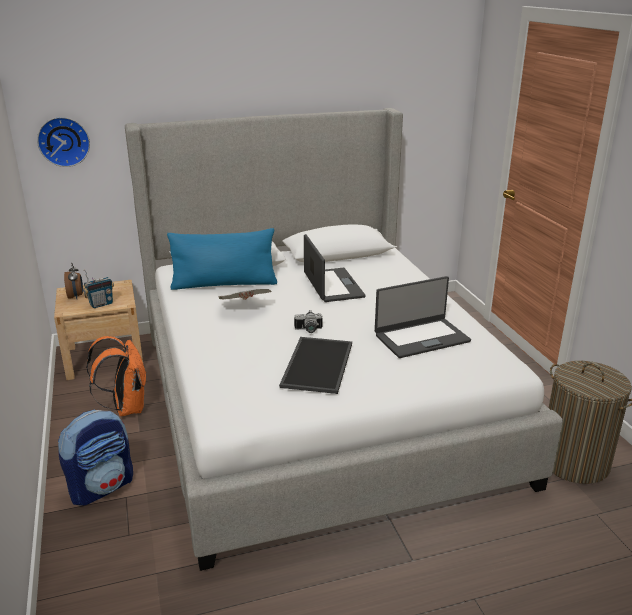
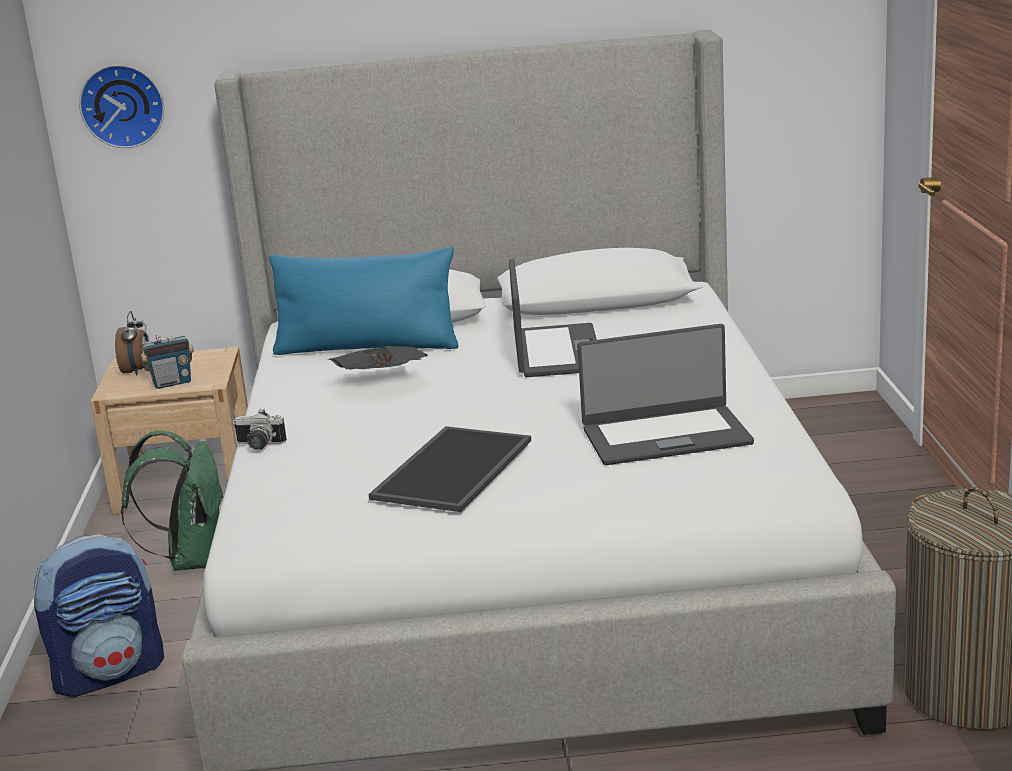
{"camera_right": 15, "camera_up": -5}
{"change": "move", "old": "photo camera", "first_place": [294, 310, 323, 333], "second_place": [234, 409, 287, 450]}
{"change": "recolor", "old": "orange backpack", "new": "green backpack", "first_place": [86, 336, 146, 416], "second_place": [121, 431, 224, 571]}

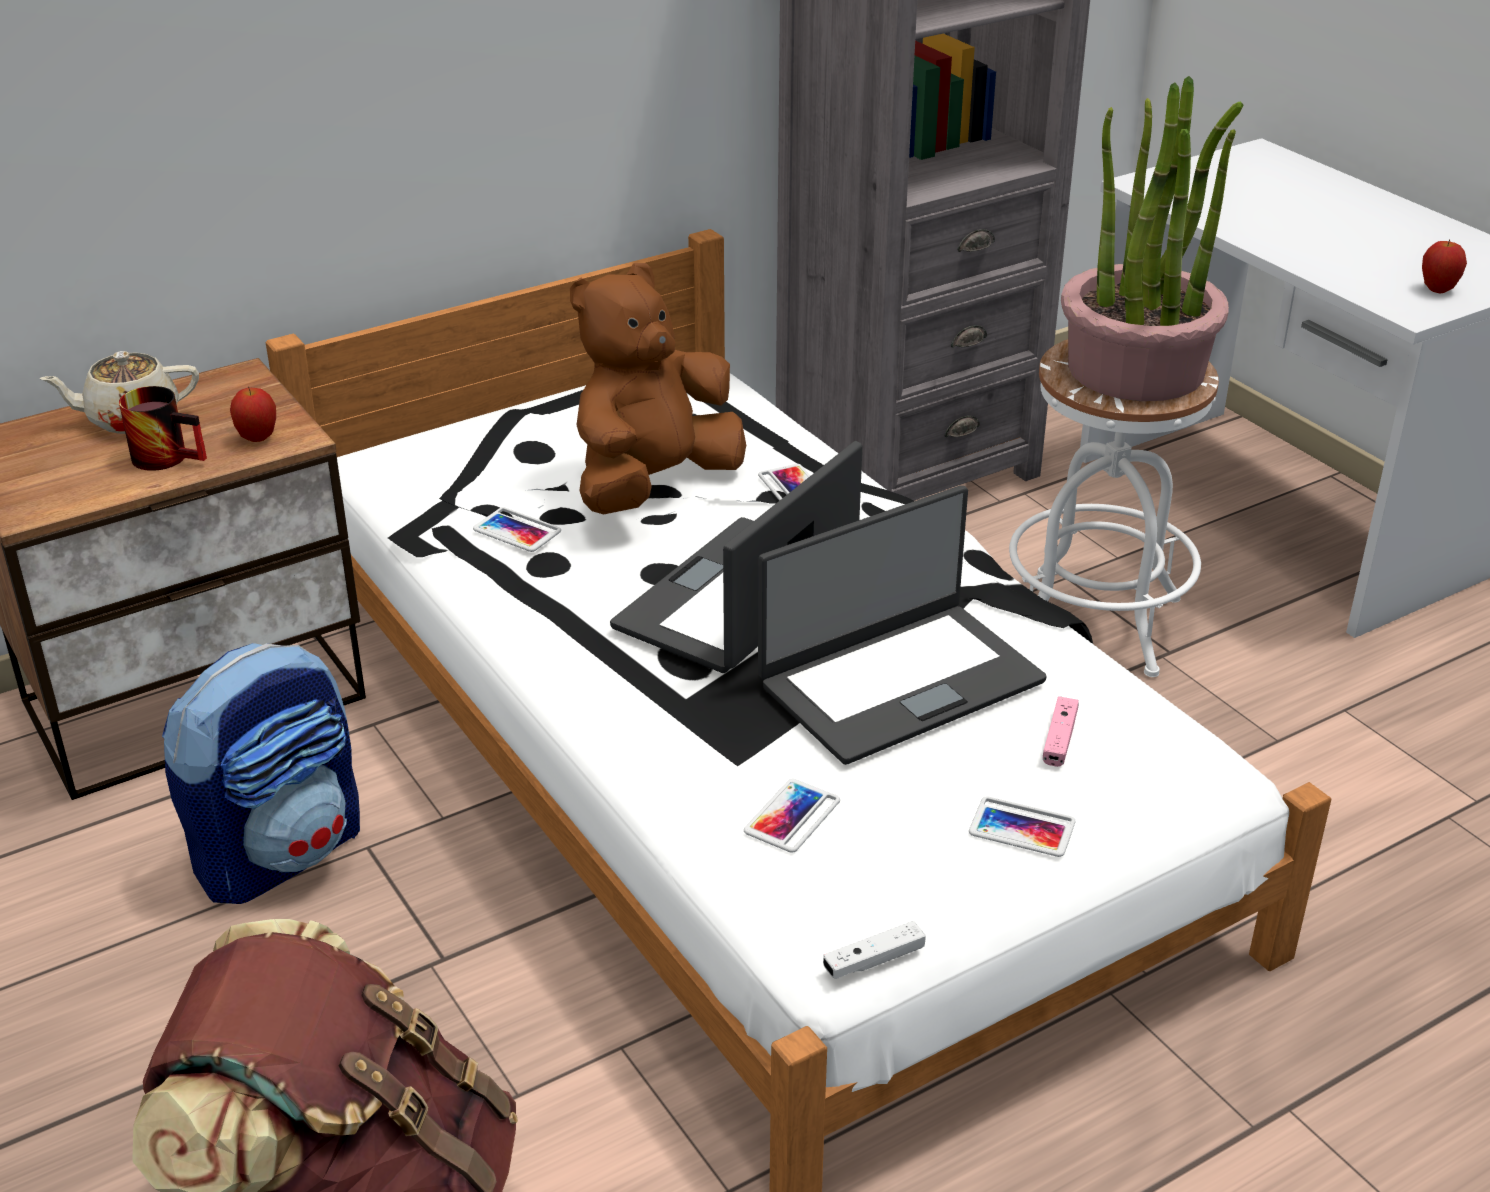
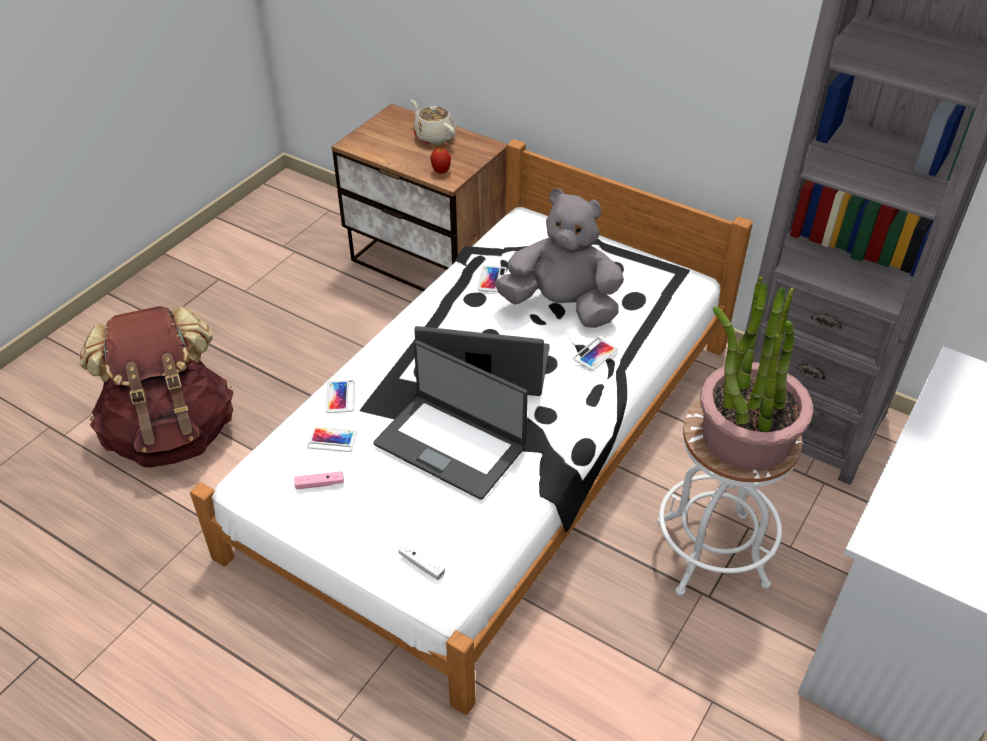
{"camera_right": 65, "camera_up": 10}
{"change": "delete", "old": "apple", "first_place": [1422, 240, 1467, 293]}
{"change": "recolor", "old": "brown plush toy", "new": "grey plush toy", "first_place": [570, 263, 746, 514], "second_place": [495, 188, 624, 328]}
{"change": "delete", "old": "mug", "first_place": [119, 386, 207, 471]}
{"change": "delete", "old": "backpack", "first_place": [162, 643, 360, 904]}
{"change": "move", "old": "pink game controller", "first_place": [1043, 696, 1079, 767], "second_place": [294, 471, 344, 489]}
{"change": "move", "old": "phone", "first_place": [969, 796, 1076, 857], "second_place": [326, 379, 355, 413]}
{"change": "move", "old": "white game controller", "first_place": [823, 921, 926, 979], "second_place": [398, 542, 445, 580]}

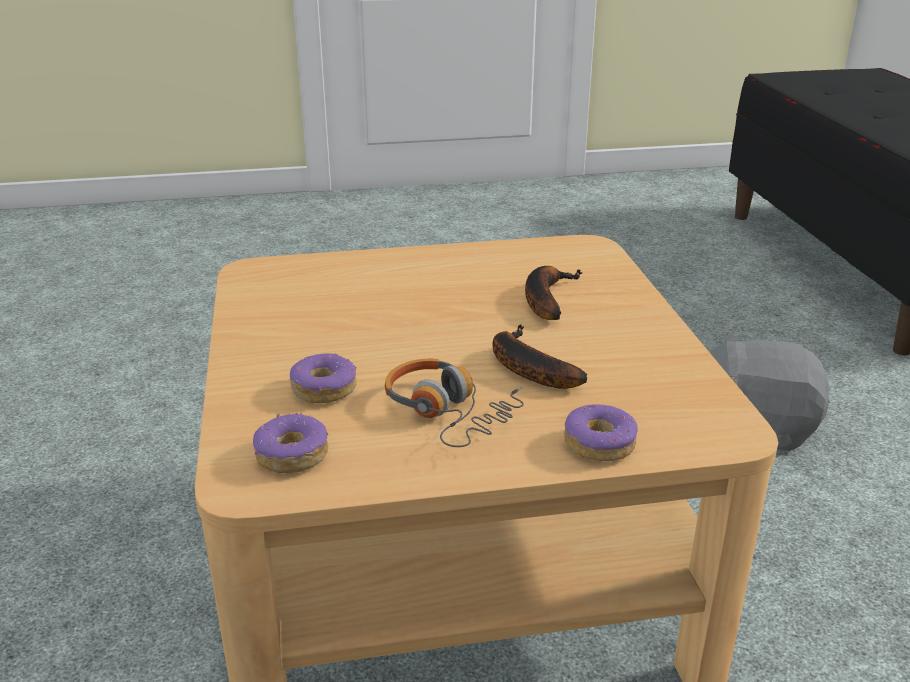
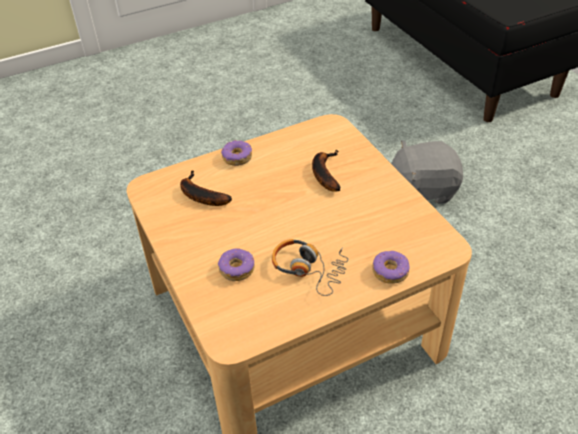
{"camera_right": -15, "camera_up": 15}
{"change": "move", "old": "banana", "first_place": [493, 325, 587, 389], "second_place": [180, 170, 232, 206]}
{"change": "move", "old": "donut", "first_place": [253, 413, 328, 473], "second_place": [221, 140, 252, 166]}

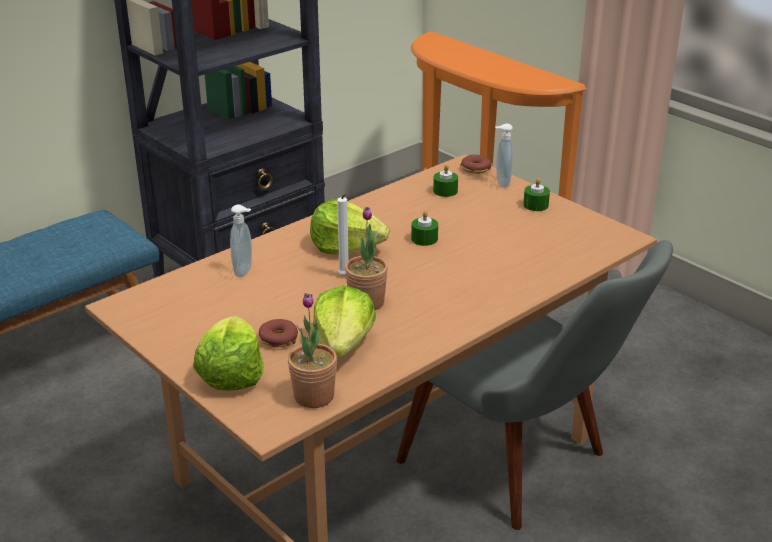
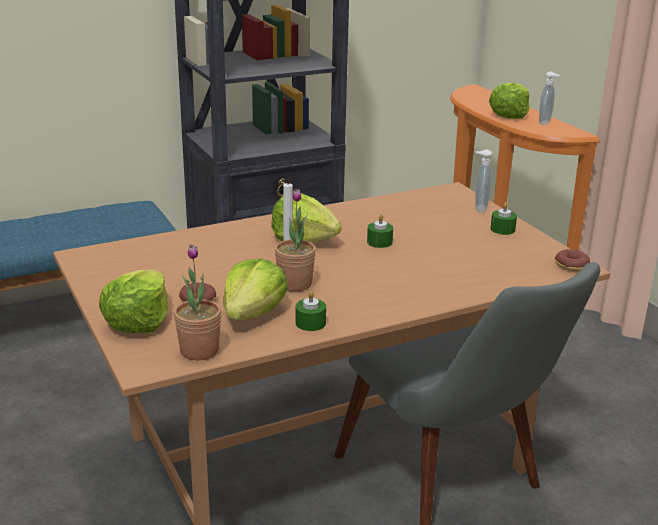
{"camera_right": 15, "camera_up": -5}
{"change": "move", "old": "donut", "first_place": [461, 155, 491, 174], "second_place": [555, 249, 590, 271]}
{"change": "move", "old": "green candle", "first_place": [433, 164, 458, 197], "second_place": [296, 291, 326, 331]}
{"change": "move", "old": "soap dispenser", "first_place": [230, 204, 252, 277], "second_place": [539, 71, 560, 125]}
{"change": "insert", "new": "lettuce", "second_place": [489, 83, 530, 119]}

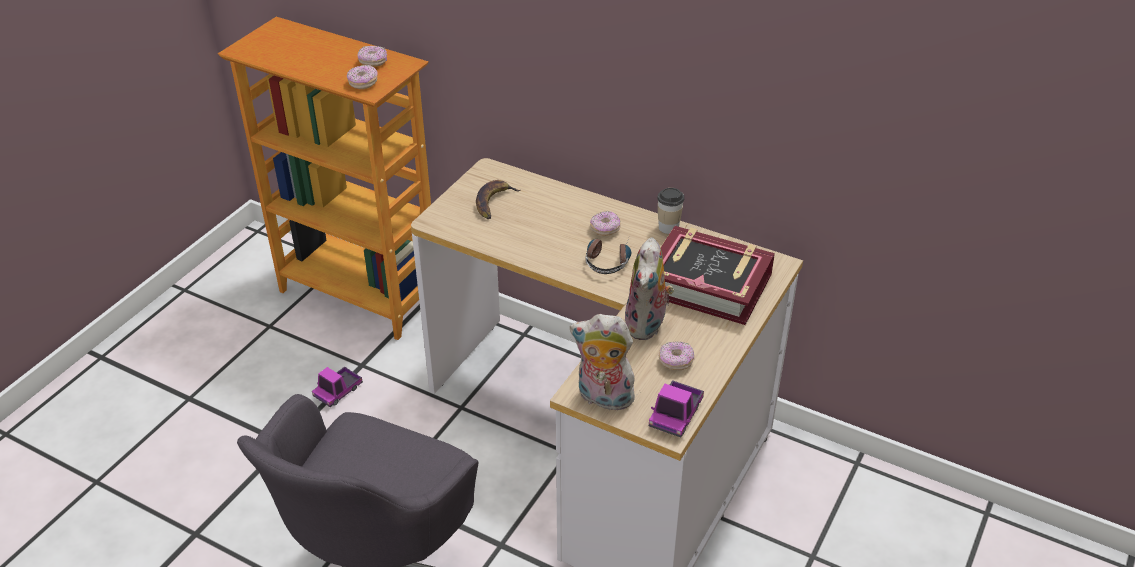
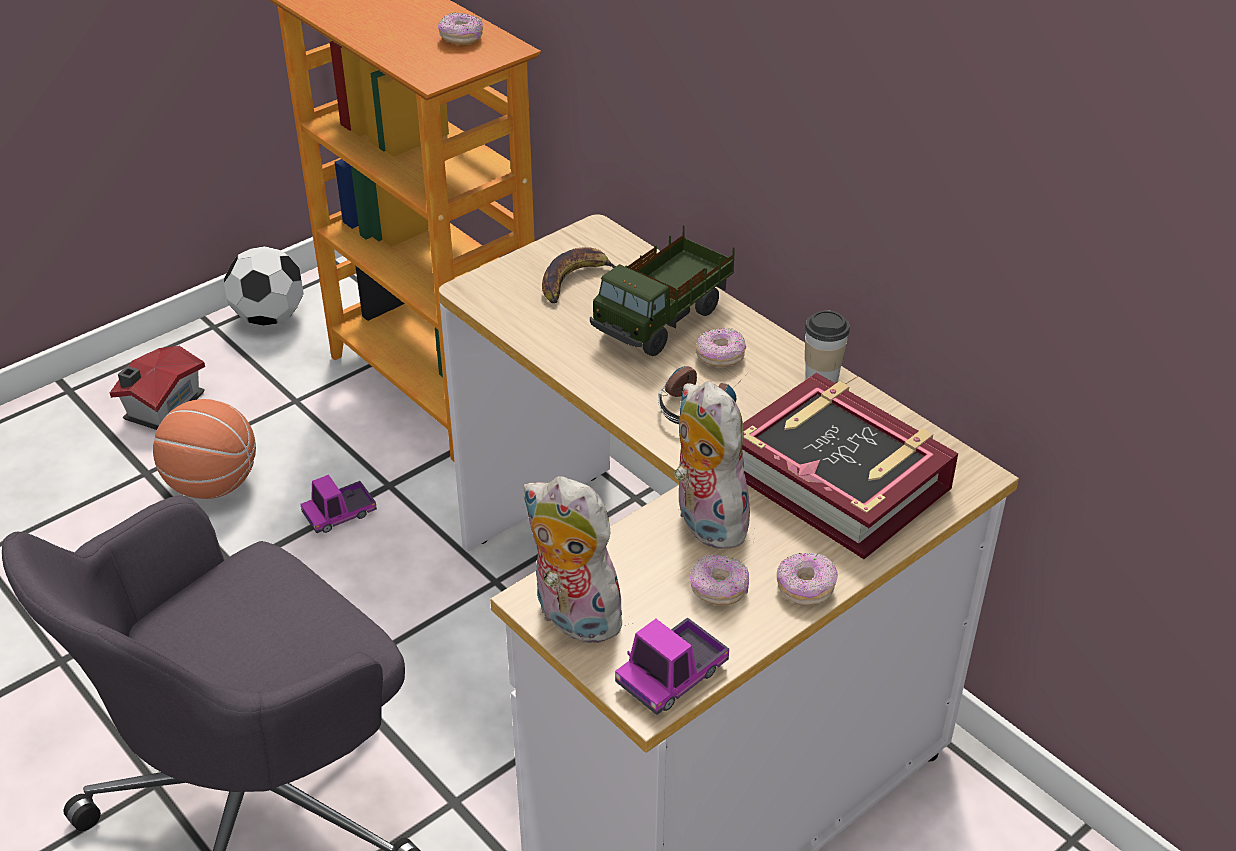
{"camera_right": 20, "camera_up": 0}
{"change": "move", "old": "donut", "first_place": [347, 65, 378, 89], "second_place": [777, 553, 838, 606]}
{"change": "rotate", "old": "plush toy", "first_place": [625, 237, 674, 340], "second_place": [674, 381, 750, 549], "degrees": 120}
{"change": "insert", "new": "toy truck", "second_place": [590, 225, 735, 356]}
{"change": "insert", "new": "football", "second_place": [224, 246, 304, 326]}
{"change": "insert", "new": "toy house", "second_place": [110, 346, 205, 430]}
{"change": "insert", "new": "basketball", "second_place": [153, 399, 256, 499]}

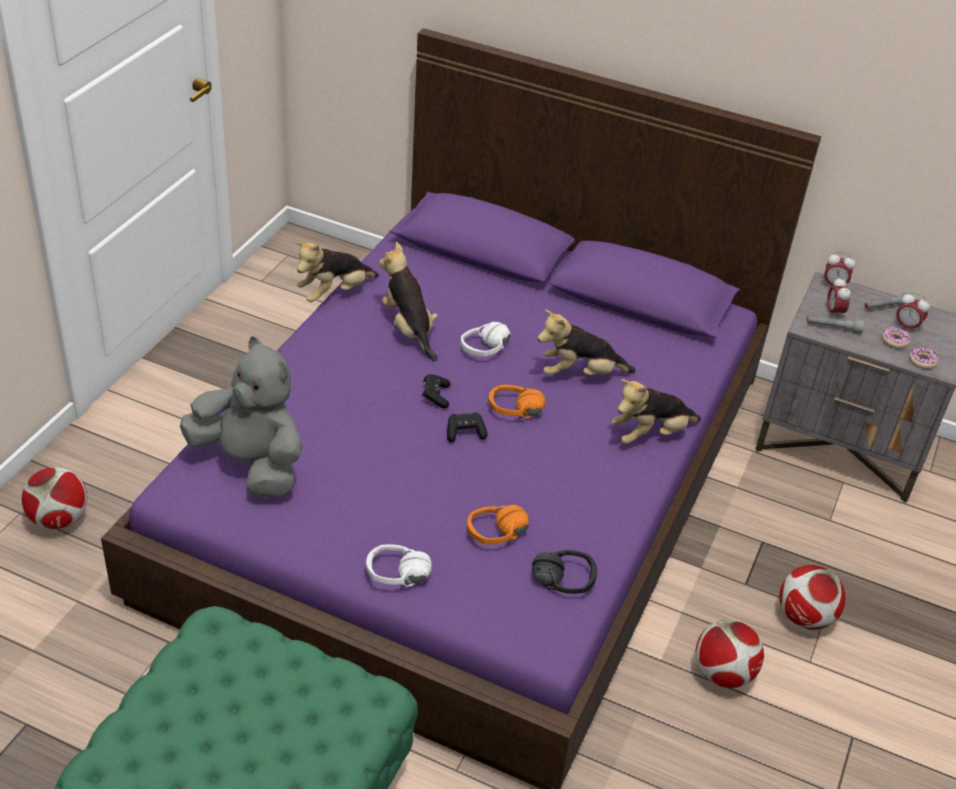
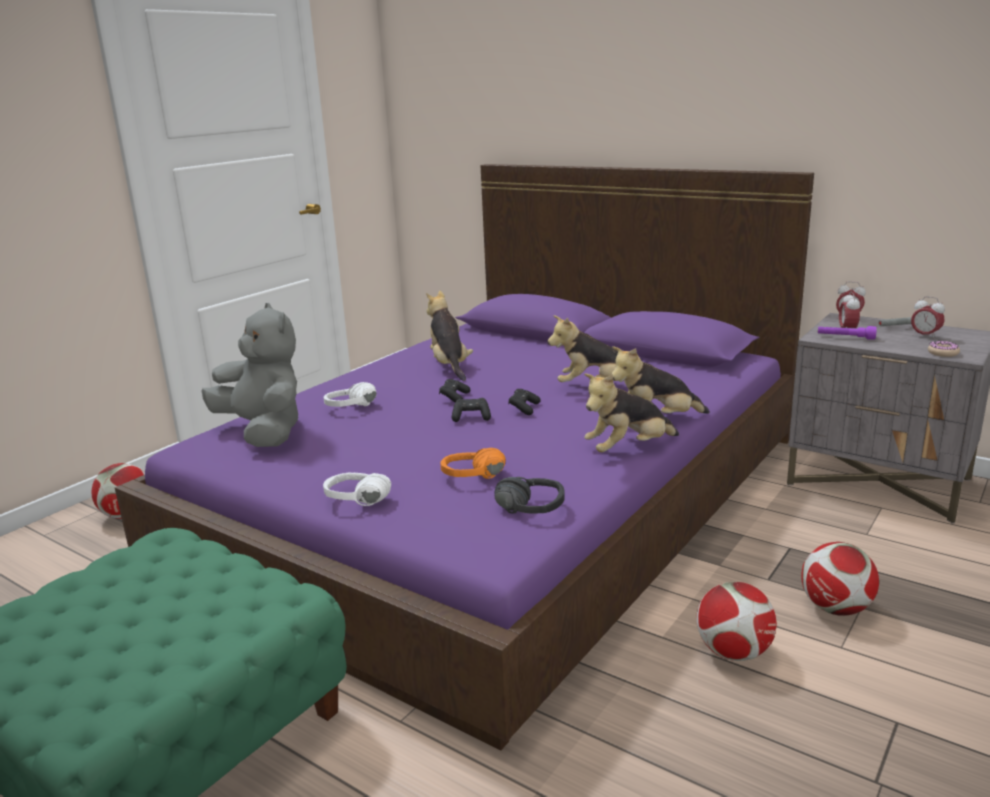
{"camera_right": 15, "camera_up": -20}
{"change": "move", "old": "plush toy", "first_place": [295, 242, 379, 302], "second_place": [584, 373, 679, 452]}
{"change": "recolor", "old": "grey flashlight", "new": "purple flashlight", "first_place": [807, 316, 864, 334], "second_place": [818, 326, 877, 340]}
{"change": "move", "old": "white headphones", "first_place": [460, 322, 511, 357], "second_place": [324, 382, 377, 407]}
{"change": "delete", "old": "donut", "first_place": [882, 327, 910, 349]}
{"change": "replace", "old": "orange headphones", "new": "black game controller", "first_place": [488, 385, 545, 419], "second_place": [508, 389, 541, 415]}

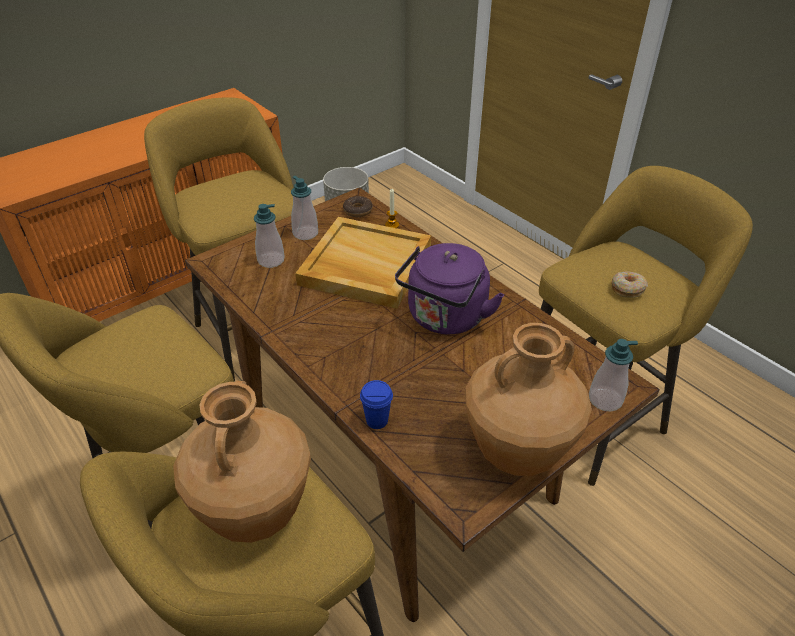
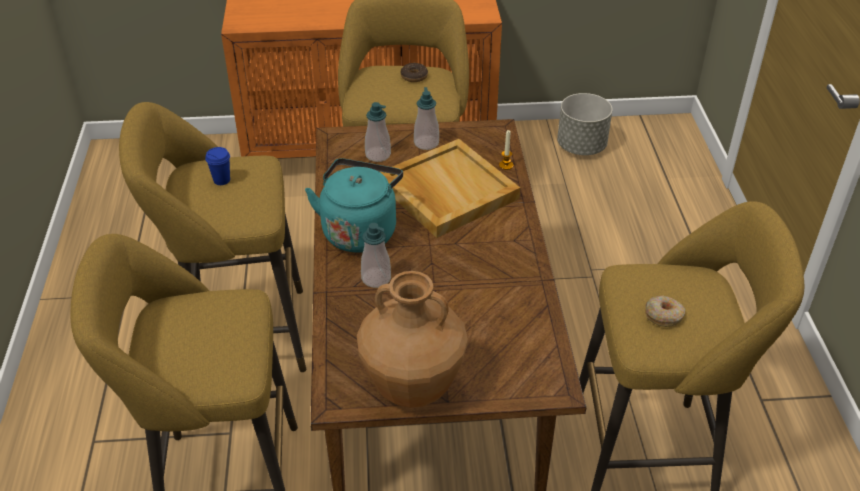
{"camera_right": 35, "camera_up": 0}
{"change": "move", "old": "donut", "first_place": [343, 196, 373, 217], "second_place": [401, 63, 428, 82]}
{"change": "delete", "old": "purple kettle", "first_place": [395, 243, 504, 334]}
{"change": "move", "old": "soap dispenser", "first_place": [589, 339, 638, 412], "second_place": [361, 223, 391, 288]}
{"change": "delete", "old": "brown vase", "first_place": [173, 380, 311, 543]}
{"change": "move", "old": "blue cup", "first_place": [360, 380, 393, 429], "second_place": [205, 147, 230, 185]}
{"change": "insert", "new": "turquoise kettle", "second_place": [305, 158, 403, 253]}

